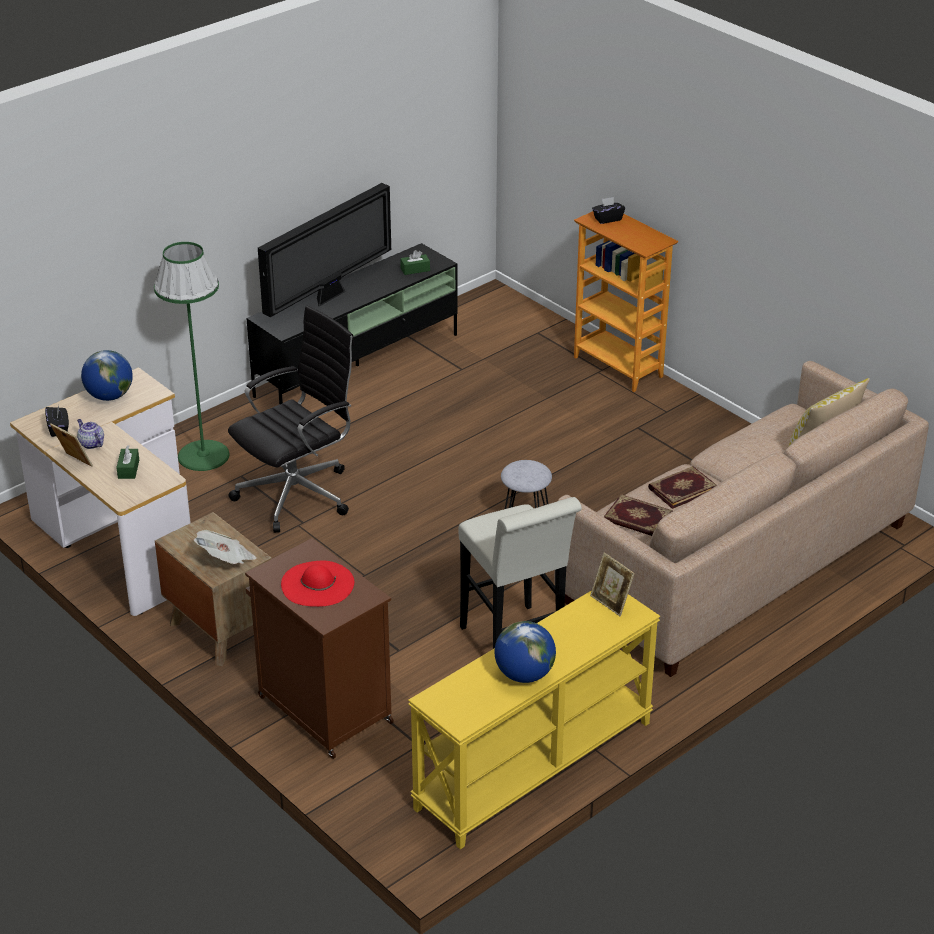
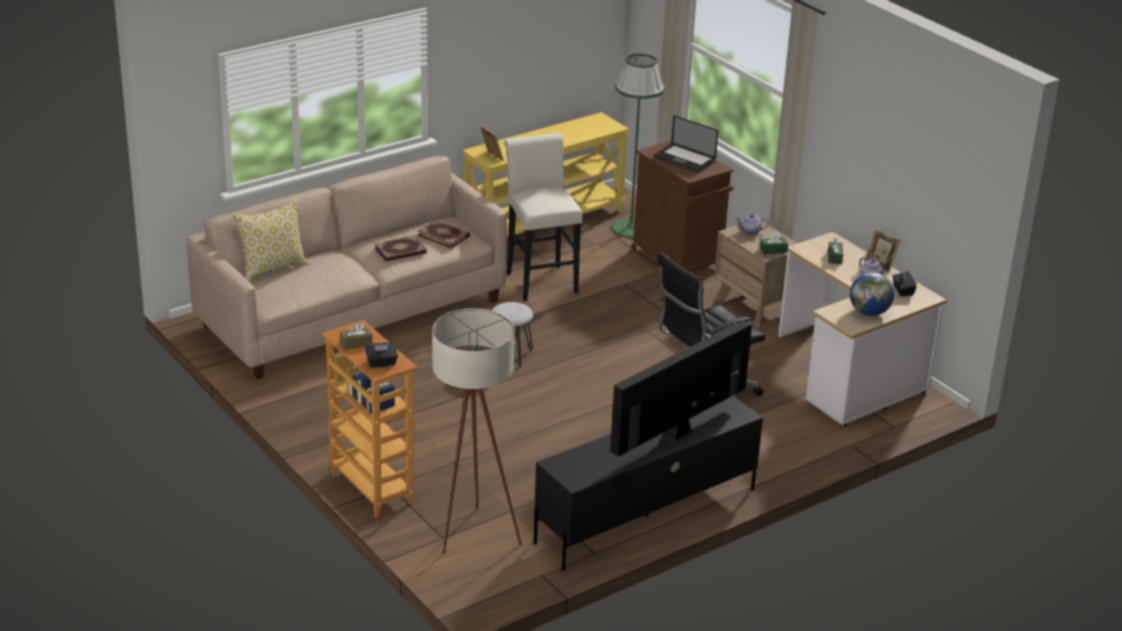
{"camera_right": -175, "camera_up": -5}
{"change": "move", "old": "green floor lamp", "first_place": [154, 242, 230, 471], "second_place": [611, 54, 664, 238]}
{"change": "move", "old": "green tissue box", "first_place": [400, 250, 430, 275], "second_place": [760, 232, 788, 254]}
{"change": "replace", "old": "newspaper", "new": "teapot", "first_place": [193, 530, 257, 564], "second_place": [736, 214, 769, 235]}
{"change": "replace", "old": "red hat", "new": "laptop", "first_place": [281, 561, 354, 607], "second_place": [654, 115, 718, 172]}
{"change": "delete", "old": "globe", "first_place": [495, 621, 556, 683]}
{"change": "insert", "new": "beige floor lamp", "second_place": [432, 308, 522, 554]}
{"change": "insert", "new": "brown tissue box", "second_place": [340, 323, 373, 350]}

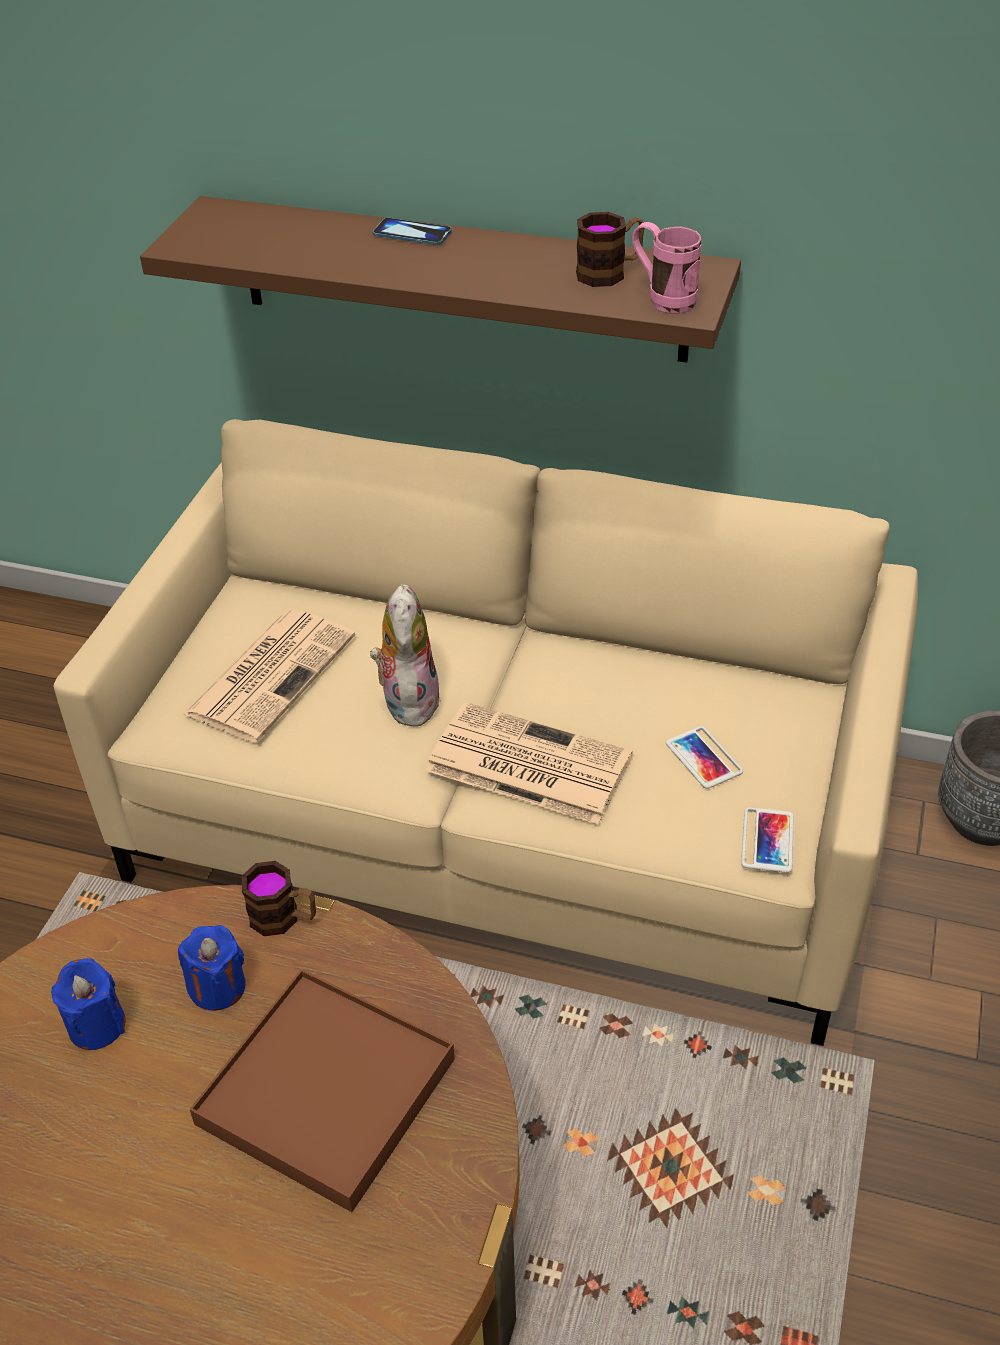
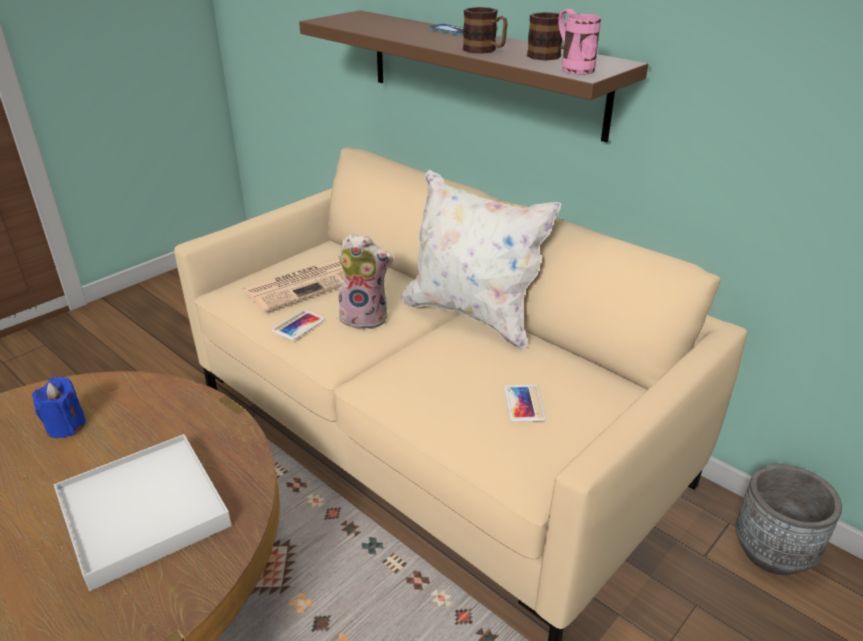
{"camera_right": 25, "camera_up": -10}
{"change": "rotate", "old": "plush toy", "first_place": [370, 584, 441, 727], "second_place": [338, 234, 393, 329], "degrees": 75}
{"change": "delete", "old": "newspaper", "first_place": [426, 702, 633, 824]}
{"change": "move", "old": "phone", "first_place": [741, 807, 794, 873], "second_place": [272, 310, 325, 340]}
{"change": "move", "old": "mug", "first_place": [242, 861, 316, 936], "second_place": [463, 7, 508, 54]}
{"change": "delete", "old": "blue candle", "first_place": [178, 925, 246, 1011]}
{"change": "recolor", "old": "brown tray", "new": "white tray", "first_place": [190, 969, 455, 1212], "second_place": [54, 434, 232, 591]}
{"change": "insert", "new": "white pillow", "second_place": [401, 170, 561, 351]}

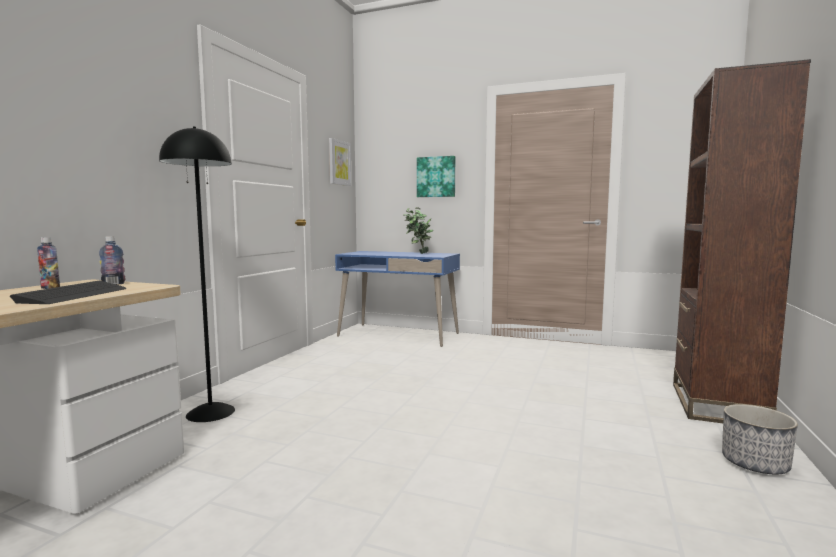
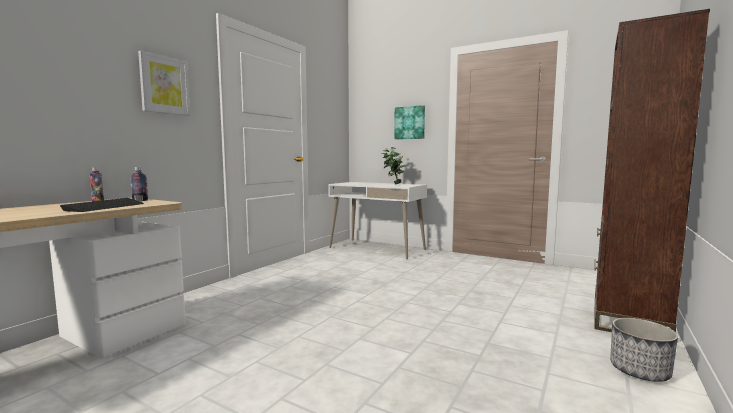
{"camera_right": 10, "camera_up": 0}
{"change": "delete", "old": "black floor lamp", "first_place": [159, 127, 235, 422]}
{"change": "move", "old": "picture", "first_place": [329, 138, 351, 186], "second_place": [138, 50, 190, 116]}
{"change": "recolor", "old": "blue desk", "new": "white desk", "first_place": [335, 251, 460, 347], "second_place": [328, 182, 427, 259]}

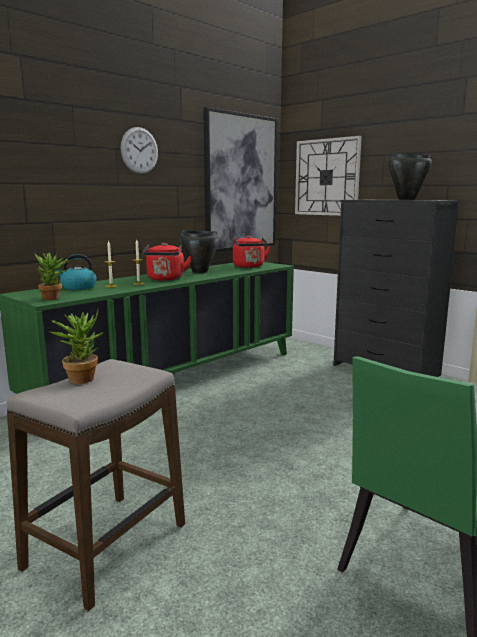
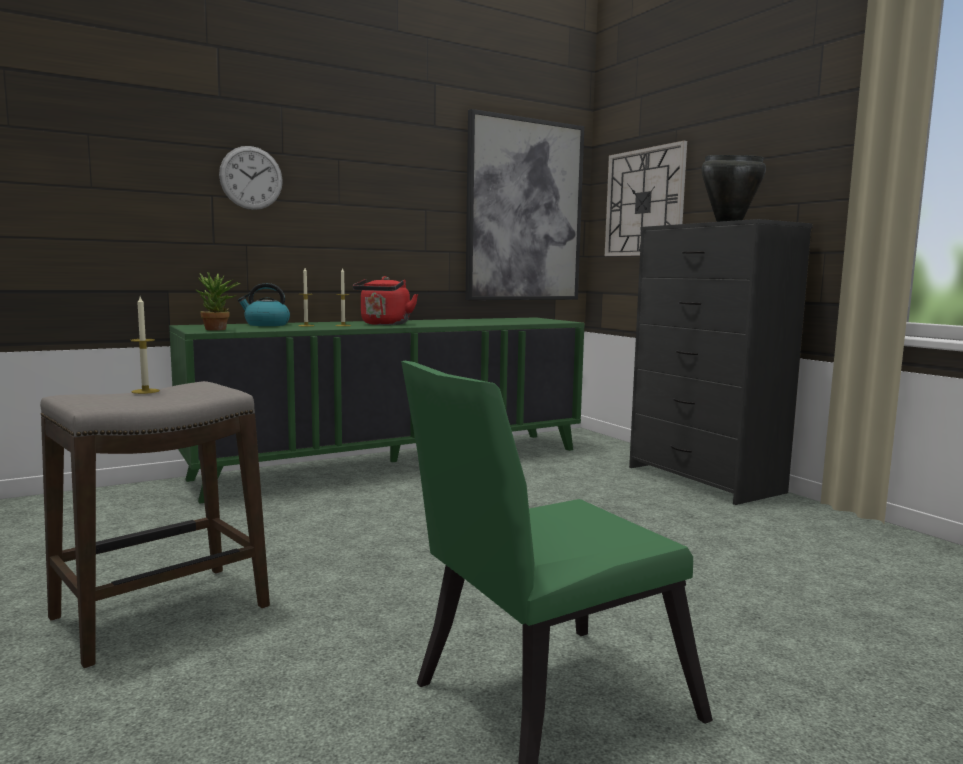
{"camera_right": 15, "camera_up": -5}
{"change": "move", "old": "wall clock", "first_place": [121, 127, 158, 174], "second_place": [219, 146, 283, 210]}
{"change": "delete", "old": "black cooking pot", "first_place": [180, 230, 219, 273]}
{"change": "delete", "old": "red kettle", "first_place": [233, 235, 271, 268]}
{"change": "replace", "old": "potted plant", "new": "candle", "first_place": [51, 308, 104, 384], "second_place": [130, 297, 160, 394]}

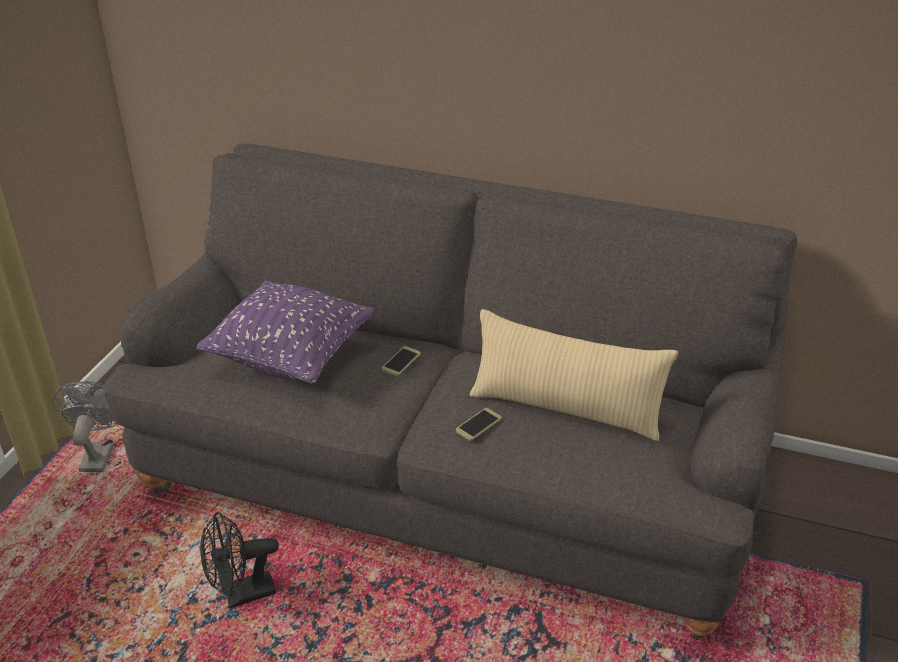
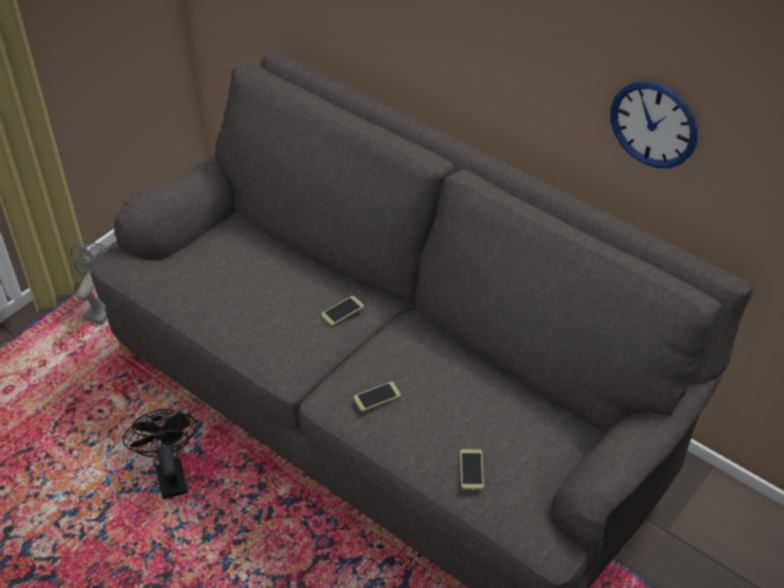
{"camera_right": 20, "camera_up": 10}
{"change": "delete", "old": "purple pillow", "first_place": [196, 280, 374, 384]}
{"change": "delete", "old": "beige pillow", "first_place": [470, 309, 678, 441]}
{"change": "rotate", "old": "black fan", "first_place": [200, 512, 279, 608], "second_place": [123, 409, 197, 499], "degrees": 75}
{"change": "insert", "new": "wall clock", "second_place": [610, 81, 698, 168]}
{"change": "insert", "new": "phone", "second_place": [460, 449, 484, 490]}

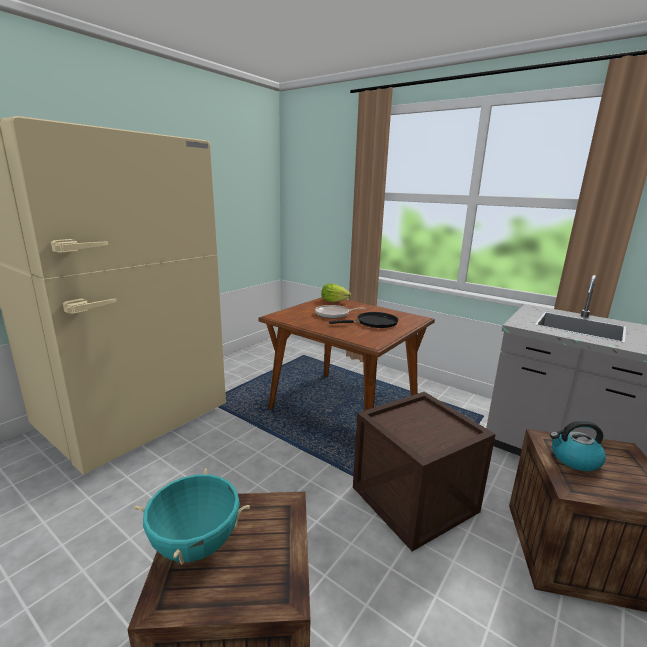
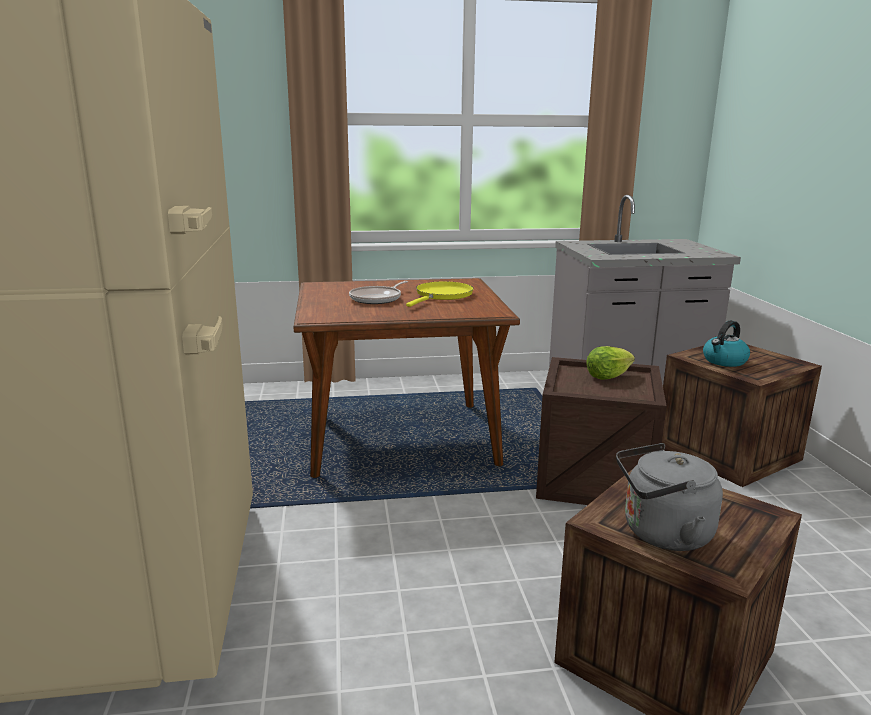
{"camera_right": -45, "camera_up": 0}
{"change": "move", "old": "lettuce", "first_place": [321, 283, 351, 302], "second_place": [586, 346, 635, 380]}
{"change": "recolor", "old": "black frying pan", "new": "yellow frying pan", "first_place": [329, 312, 399, 328], "second_place": [406, 281, 474, 307]}
{"change": "replace", "old": "turquoise cooking pot", "new": "grey kettle", "first_place": [134, 468, 250, 564], "second_place": [616, 443, 723, 551]}

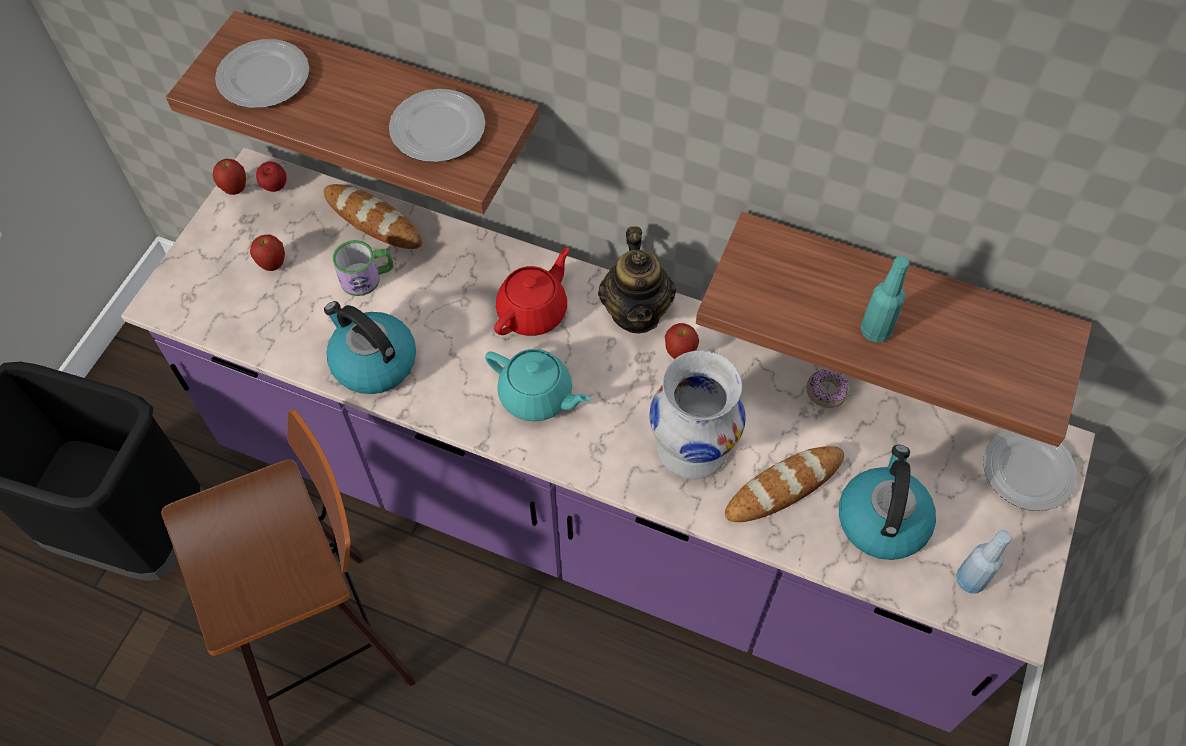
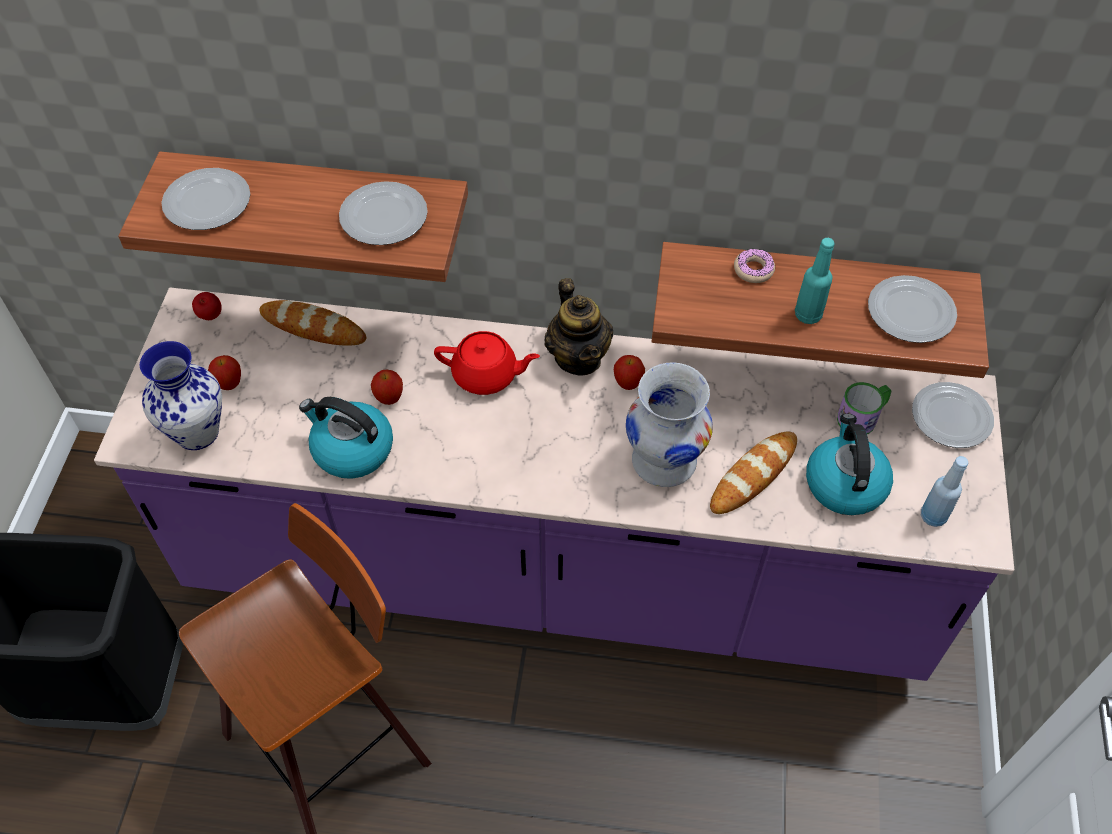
{"camera_right": -15, "camera_up": -5}
{"change": "move", "old": "apple", "first_place": [213, 159, 246, 195], "second_place": [371, 370, 403, 405]}
{"change": "move", "old": "mug", "first_place": [333, 240, 394, 296], "second_place": [837, 382, 892, 434]}
{"change": "rotate", "old": "red teapot", "first_place": [494, 247, 570, 336], "second_place": [434, 331, 540, 395], "degrees": 75}
{"change": "delete", "old": "turquoise teapot", "first_place": [485, 349, 590, 422]}
{"change": "move", "old": "donut", "first_place": [807, 370, 849, 408], "second_place": [734, 249, 775, 283]}
{"change": "insert", "new": "plate", "second_place": [868, 275, 957, 343]}
{"change": "insert", "new": "vase", "second_place": [140, 341, 222, 450]}

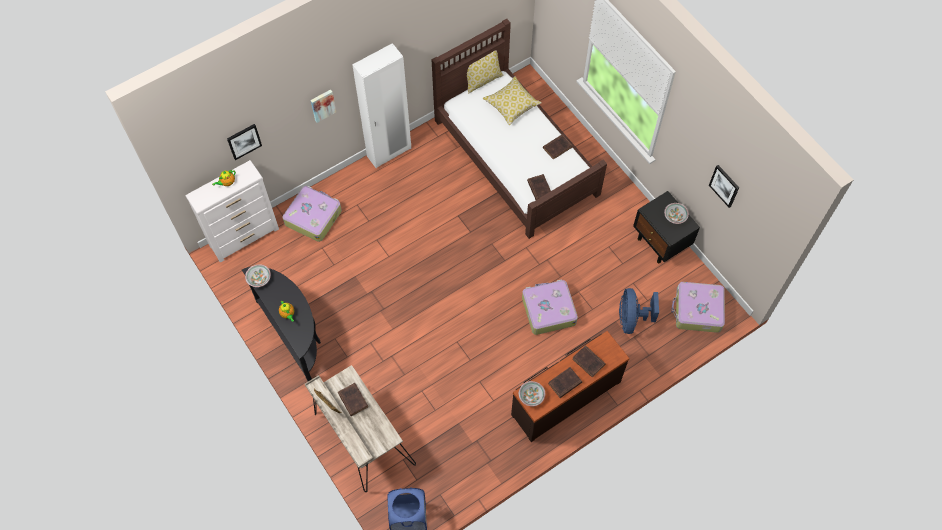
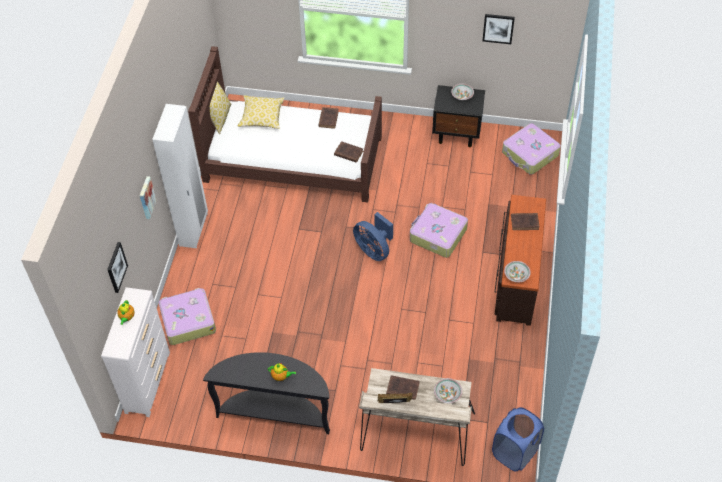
{"camera_right": -45, "camera_up": -10}
{"change": "move", "old": "bowl", "first_place": [245, 264, 271, 287], "second_place": [434, 378, 462, 403]}
{"change": "move", "old": "blue fan", "first_place": [619, 288, 659, 334], "second_place": [353, 212, 393, 261]}
{"change": "delete", "old": "brown book", "first_place": [548, 367, 582, 398]}

